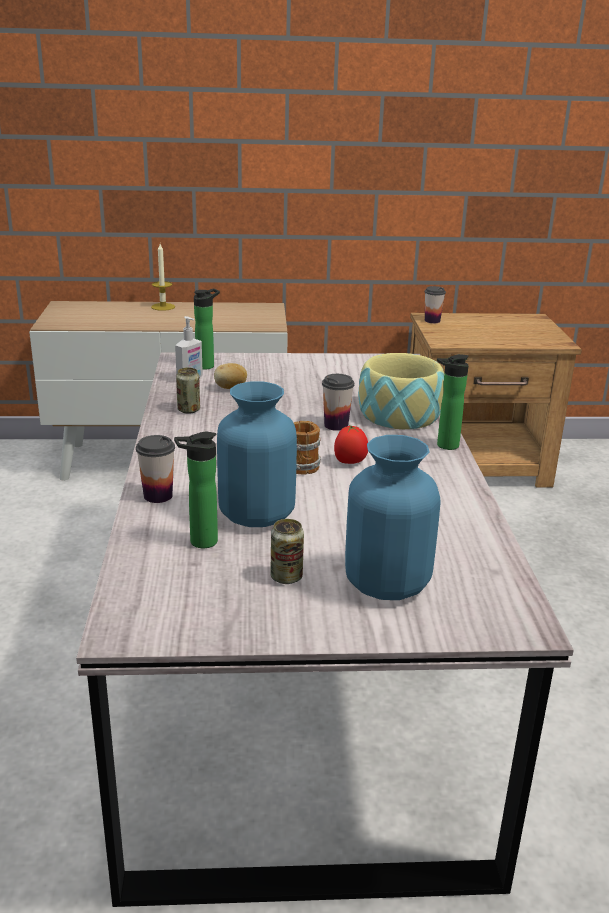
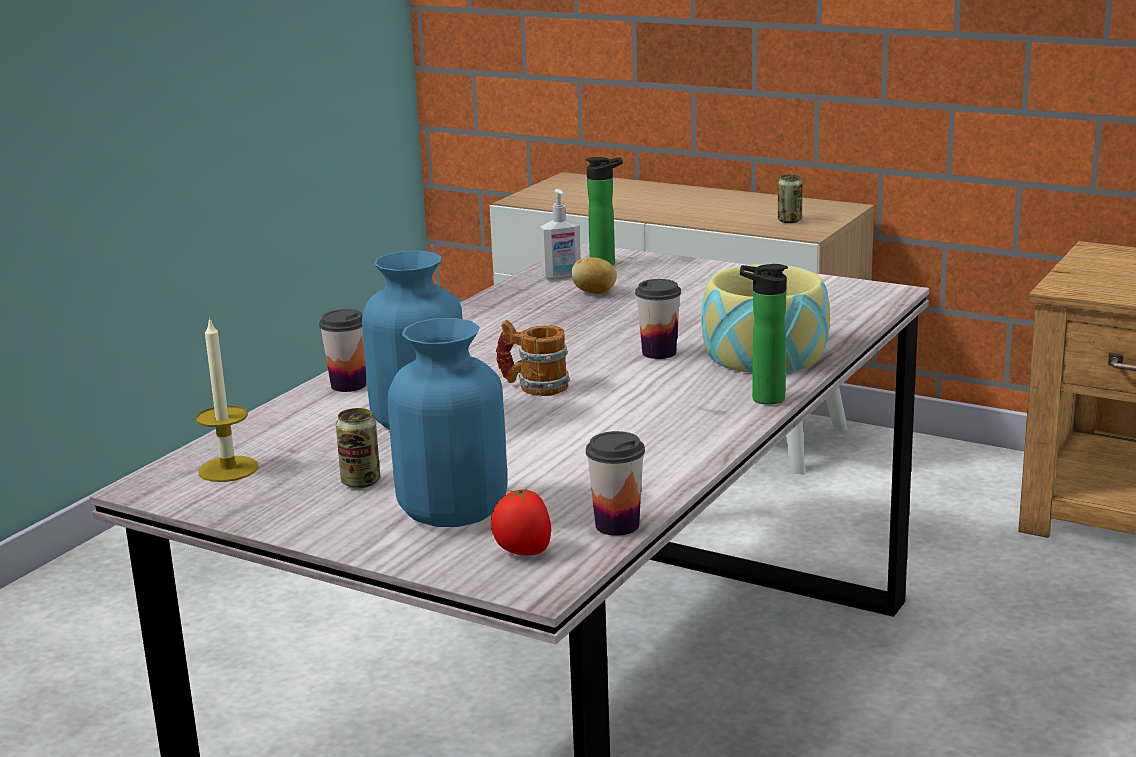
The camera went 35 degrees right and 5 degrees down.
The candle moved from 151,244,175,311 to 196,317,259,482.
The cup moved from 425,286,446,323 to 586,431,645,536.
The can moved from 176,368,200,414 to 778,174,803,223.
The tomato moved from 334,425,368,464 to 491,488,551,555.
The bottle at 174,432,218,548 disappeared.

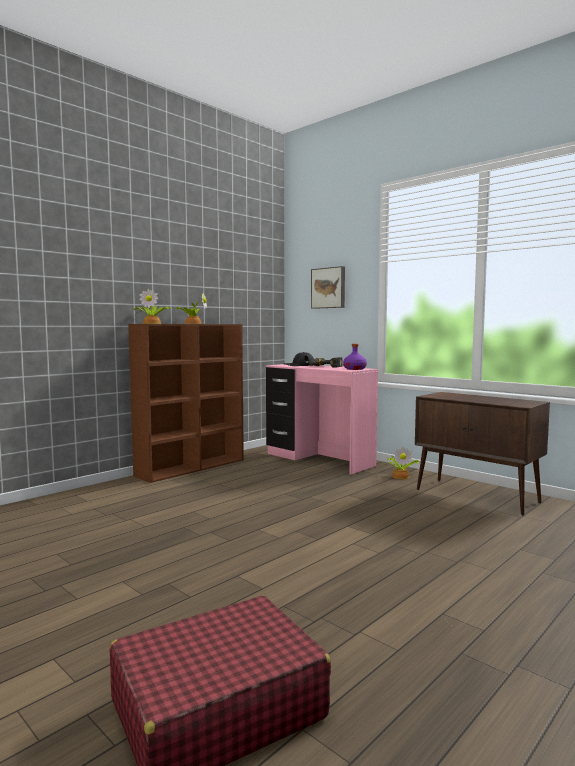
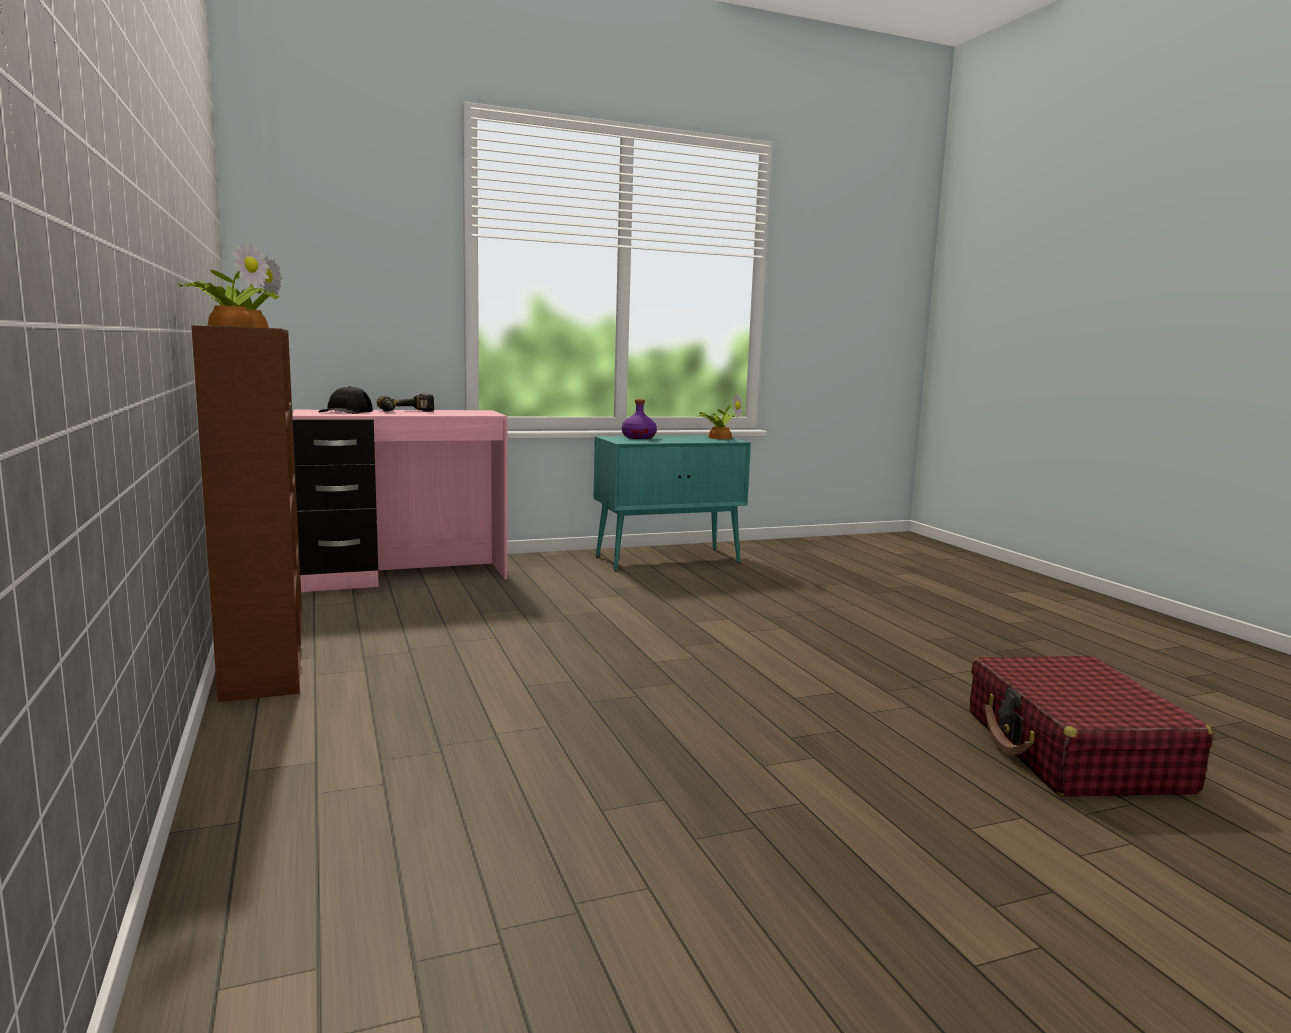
The camera went 65 degrees left and 5 degrees up.
The picture at 311,266,345,309 disappeared.
The bottle (purple) moved from 343,344,367,370 to 622,399,657,439.
The cabinet (brown) at 415,392,550,515 became the cabinet (turquoise) at 594,435,751,571.
The potted plant moved from 385,447,420,479 to 696,392,743,439.

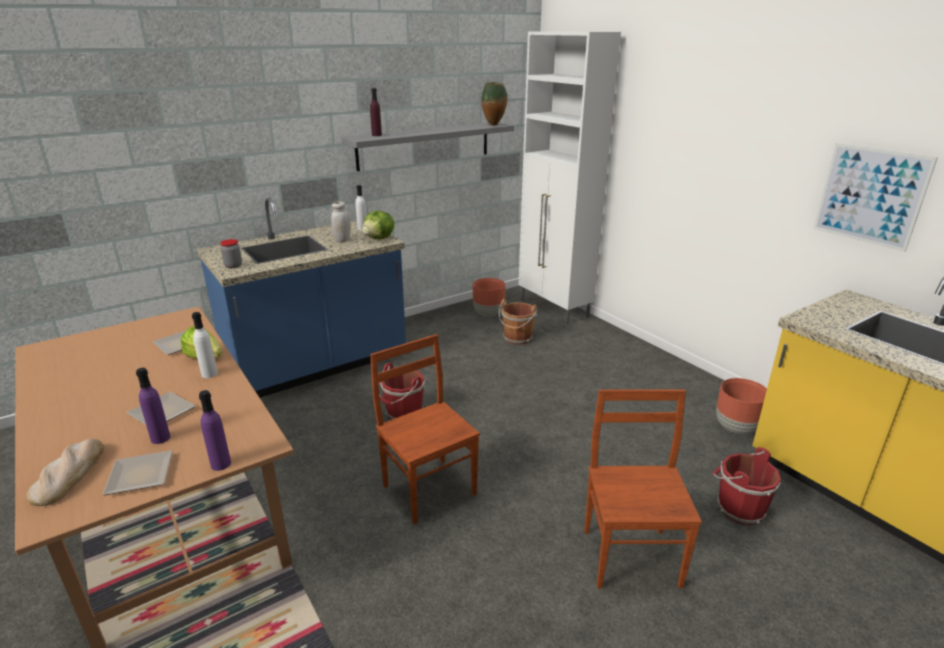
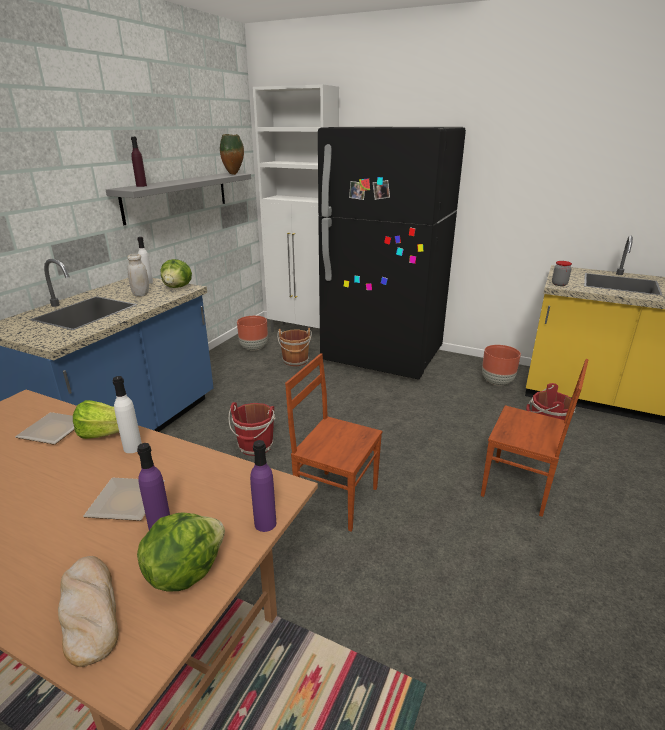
The camera went 30 degrees left and 0 degrees up.
The picture at 813,143,938,252 disappeared.
The jar moved from 220,239,242,268 to 552,261,572,286.
The chair (brown) at 584,389,702,589 turned 150 degrees clockwise.
The plate at 103,450,173,495 was replaced by the lettuce at 137,512,225,592.
The fridge (black) at 318,127,466,380 appeared.

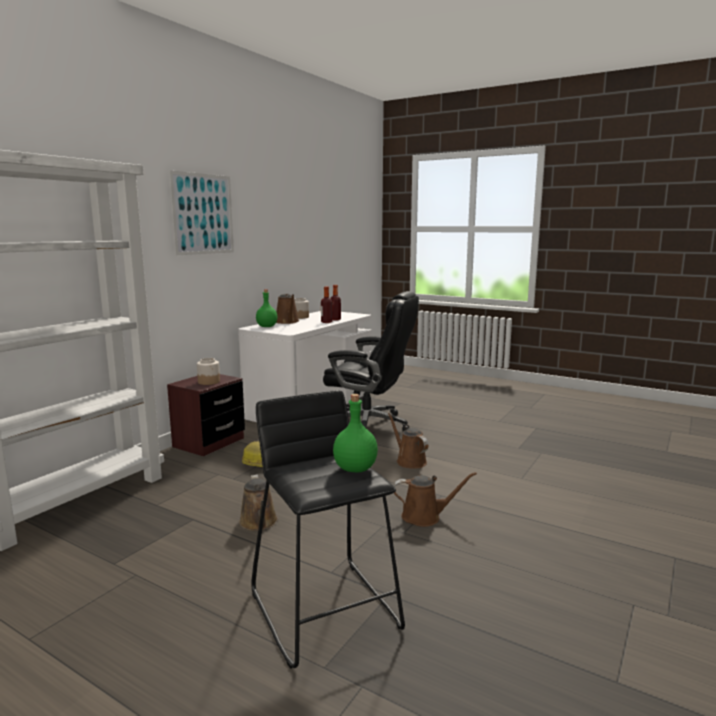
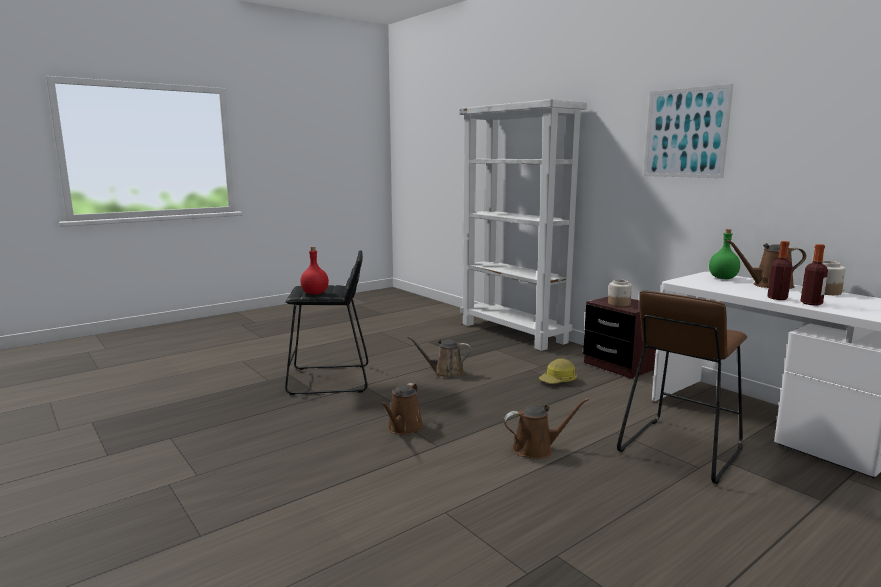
The camera went 110 degrees right and 0 degrees up.
The office chair (black) at 323,291,419,432 was replaced by the stool (brown) at 617,291,747,484.
The bottle (green) at 333,394,378,473 became the bottle (red) at 300,247,329,295.

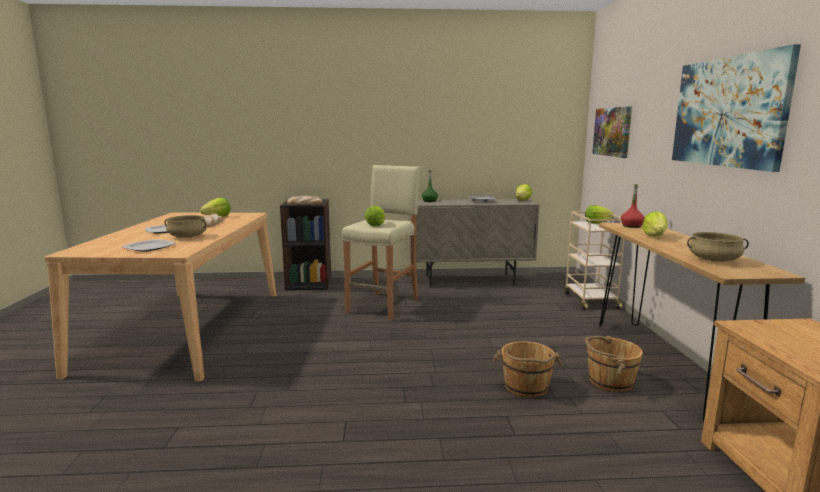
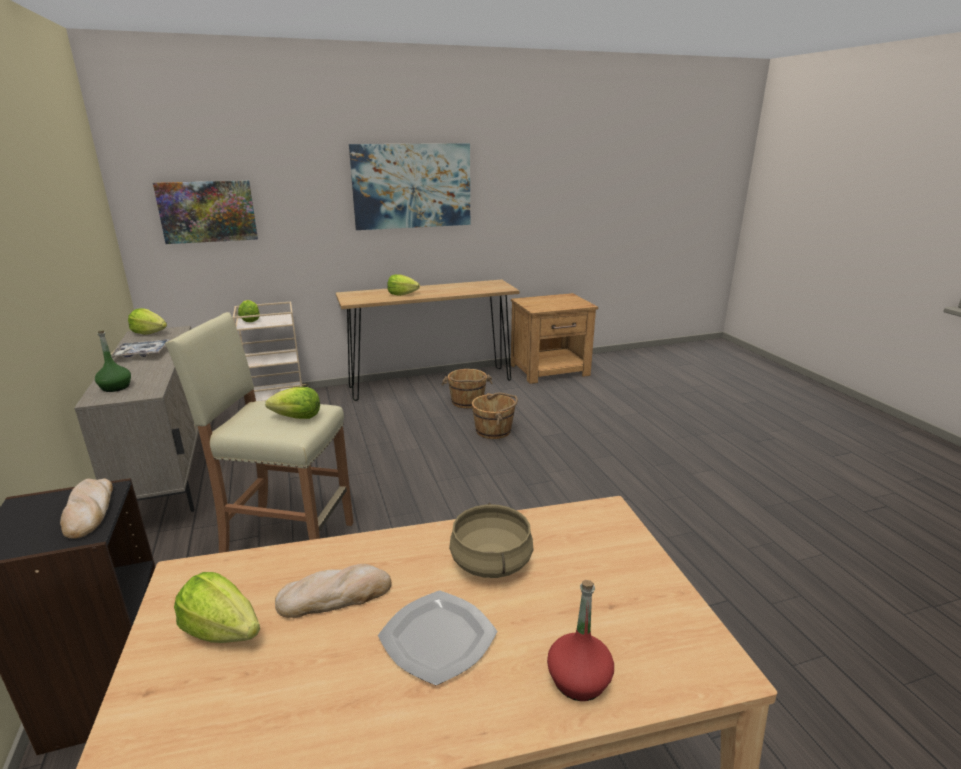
The camera went 105 degrees left and 10 degrees up.
The bottle (red) moved from 621,184,645,228 to 547,580,614,701.
The cooking pot (beige) at 687,232,749,262 disappeared.
The plate at 122,239,176,252 disappeared.

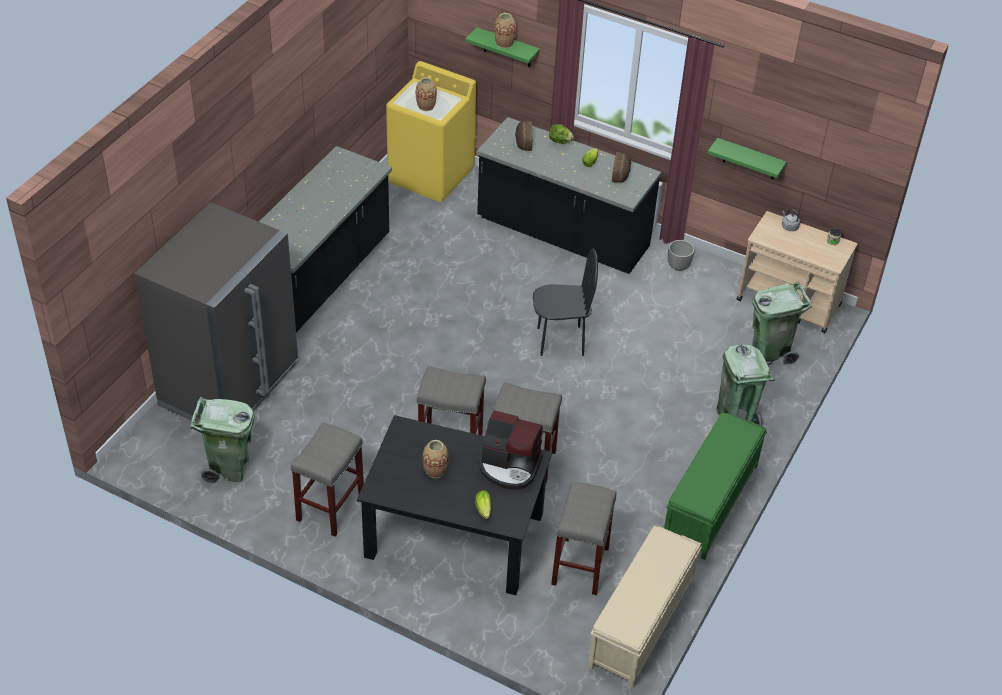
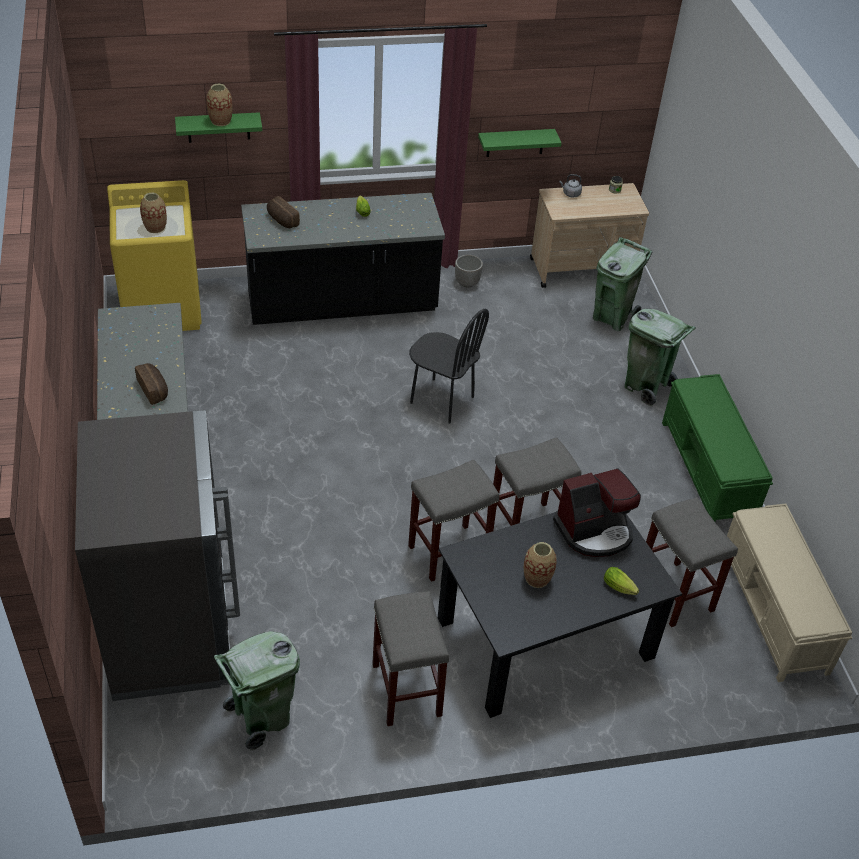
The camera went 40 degrees left and 0 degrees up.
The lettuce at 549,124,574,144 disappeared.
The bread moved from 612,152,631,183 to 135,363,168,405.
The chair (black) at 533,249,598,356 turned 75 degrees clockwise.

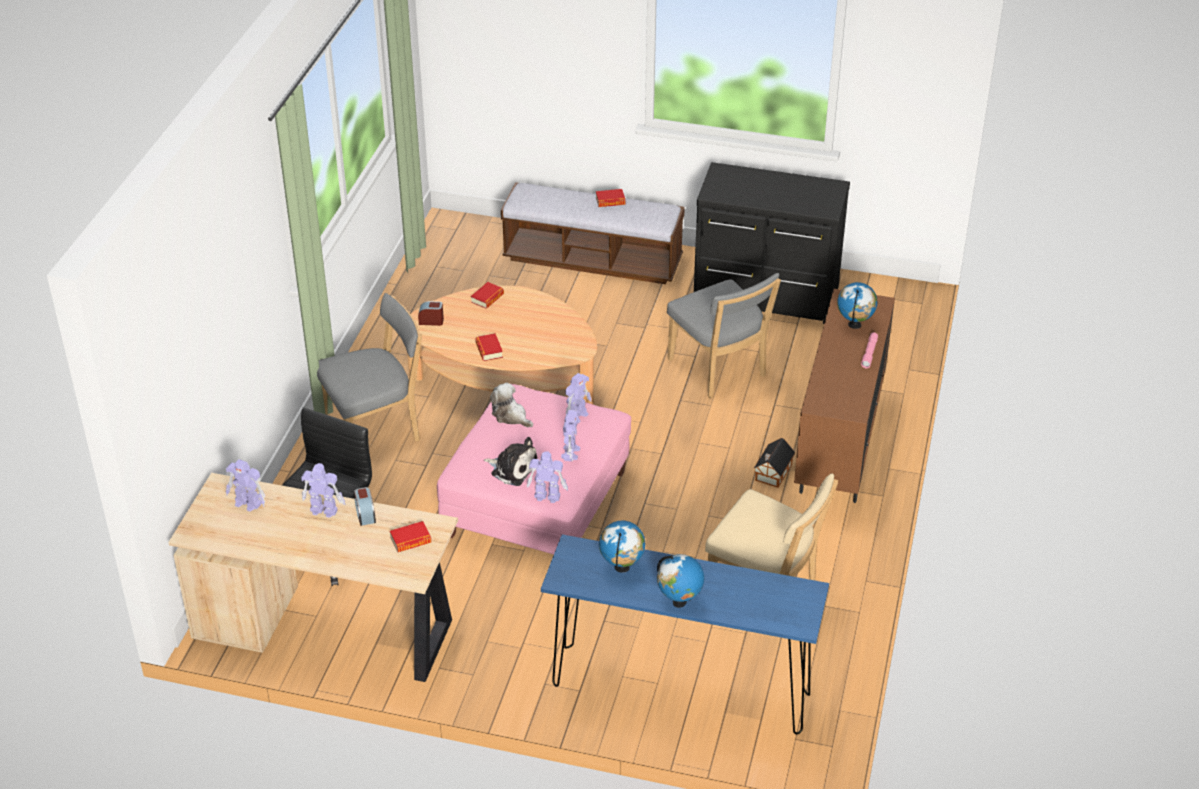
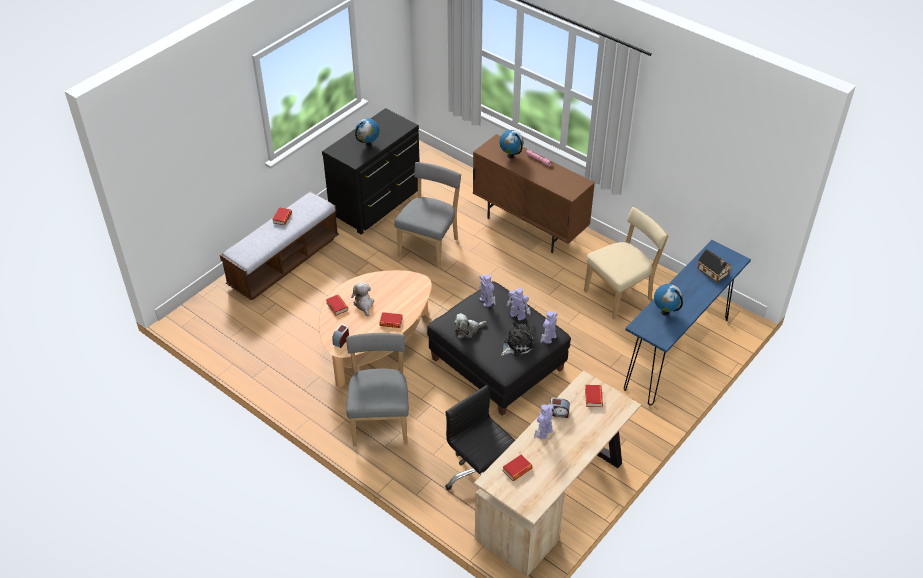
The camera went 65 degrees left and 5 degrees up.
The chair (grey) at 667,273,781,398 turned 60 degrees counterclockwise.
The ottoman (pink) at 437,383,631,555 became the ottoman (black) at 427,281,571,416.
The toy house moved from 754,438,795,488 to 698,249,733,282.
The toy robot at 226,459,265,512 was replaced by the book at 503,454,533,481.
The globe moved from 657,554,704,608 to 355,118,380,147.
The plush toy at 351,283,374,316 appeared.

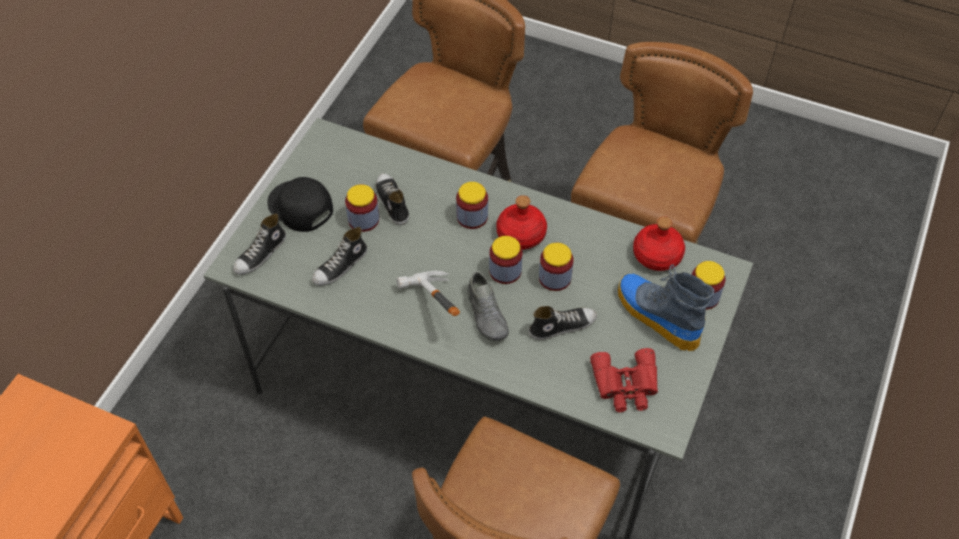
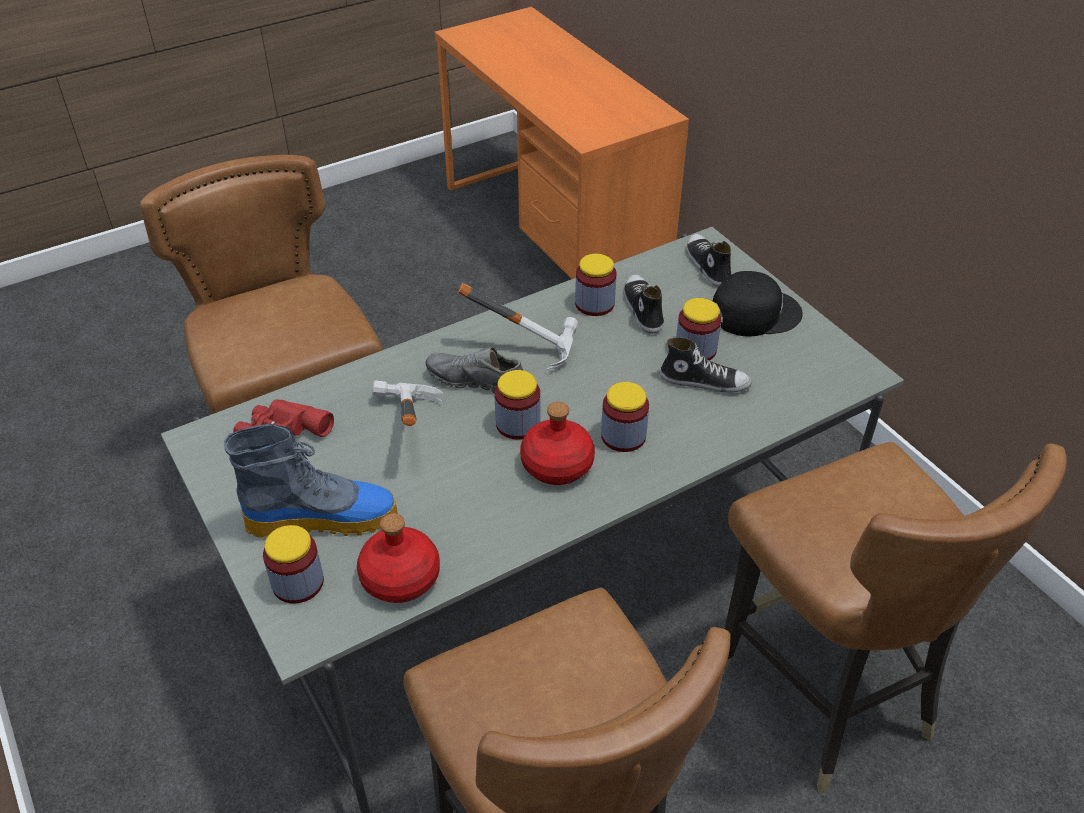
The camera went 125 degrees right and 10 degrees down.
The jar moved from 539,243,573,291 to 575,254,616,316.
The shoe at 529,306,597,340 was replaced by the hammer at 372,380,443,426.

